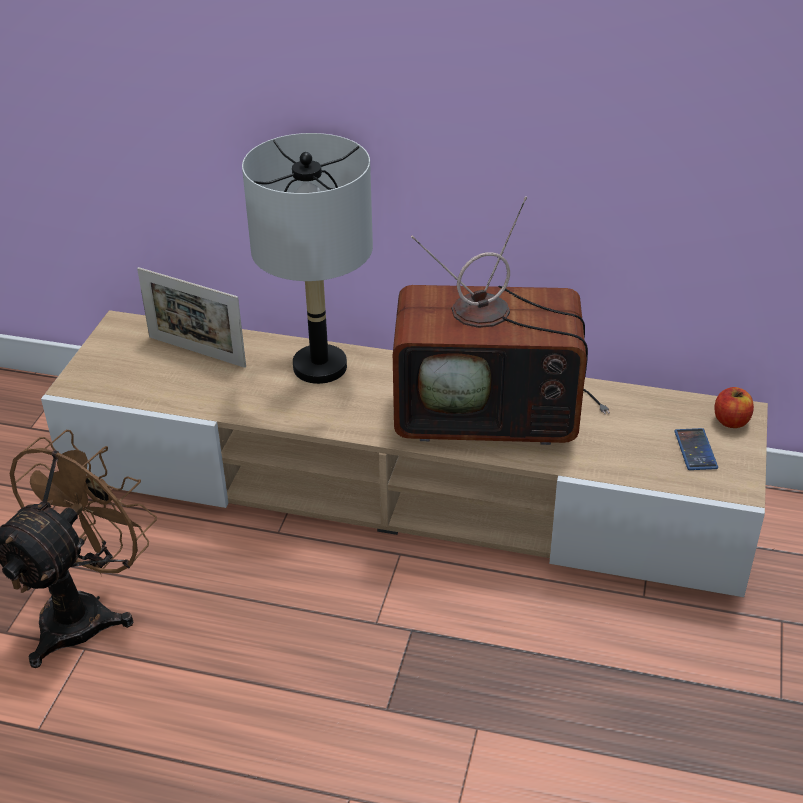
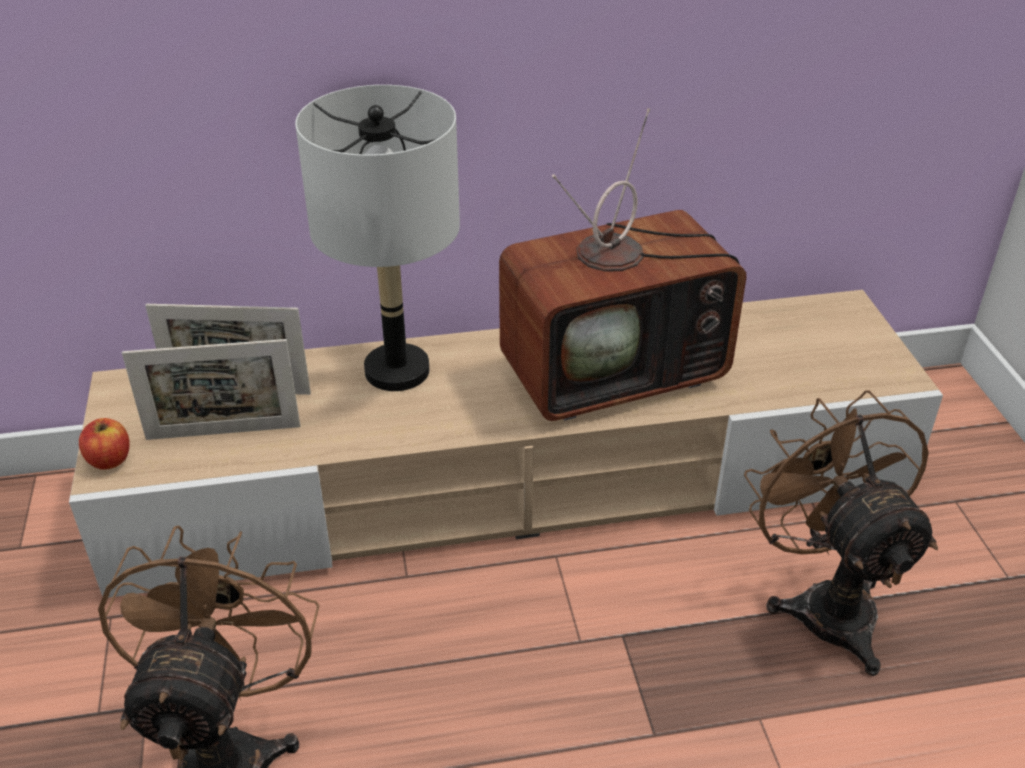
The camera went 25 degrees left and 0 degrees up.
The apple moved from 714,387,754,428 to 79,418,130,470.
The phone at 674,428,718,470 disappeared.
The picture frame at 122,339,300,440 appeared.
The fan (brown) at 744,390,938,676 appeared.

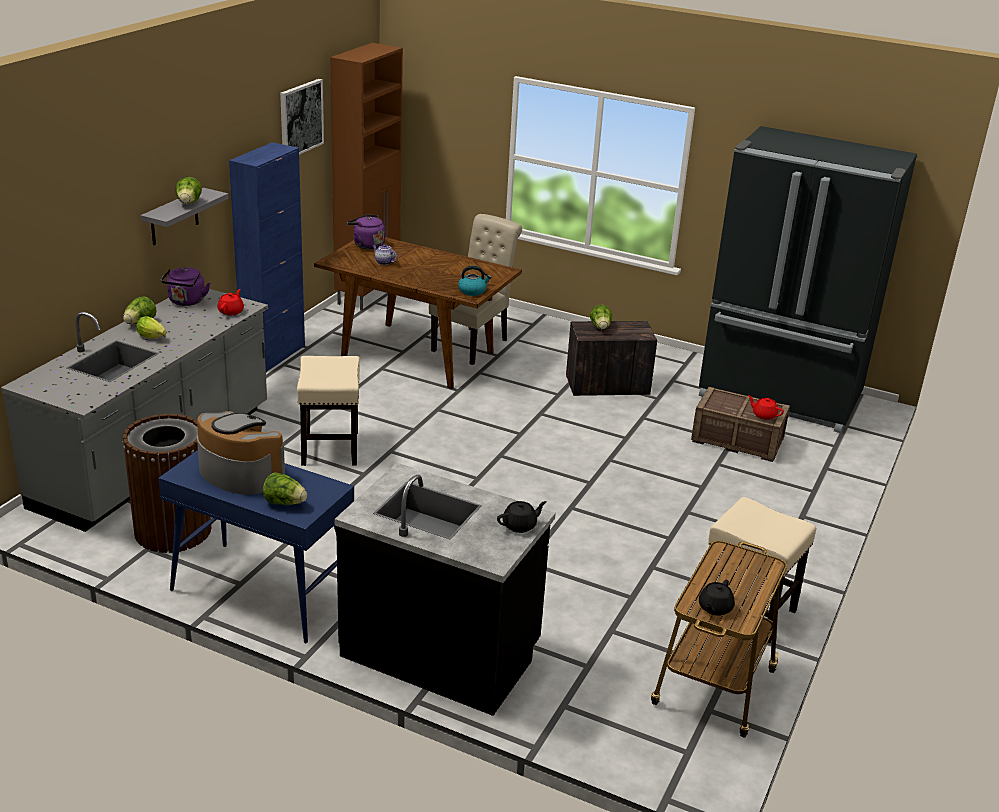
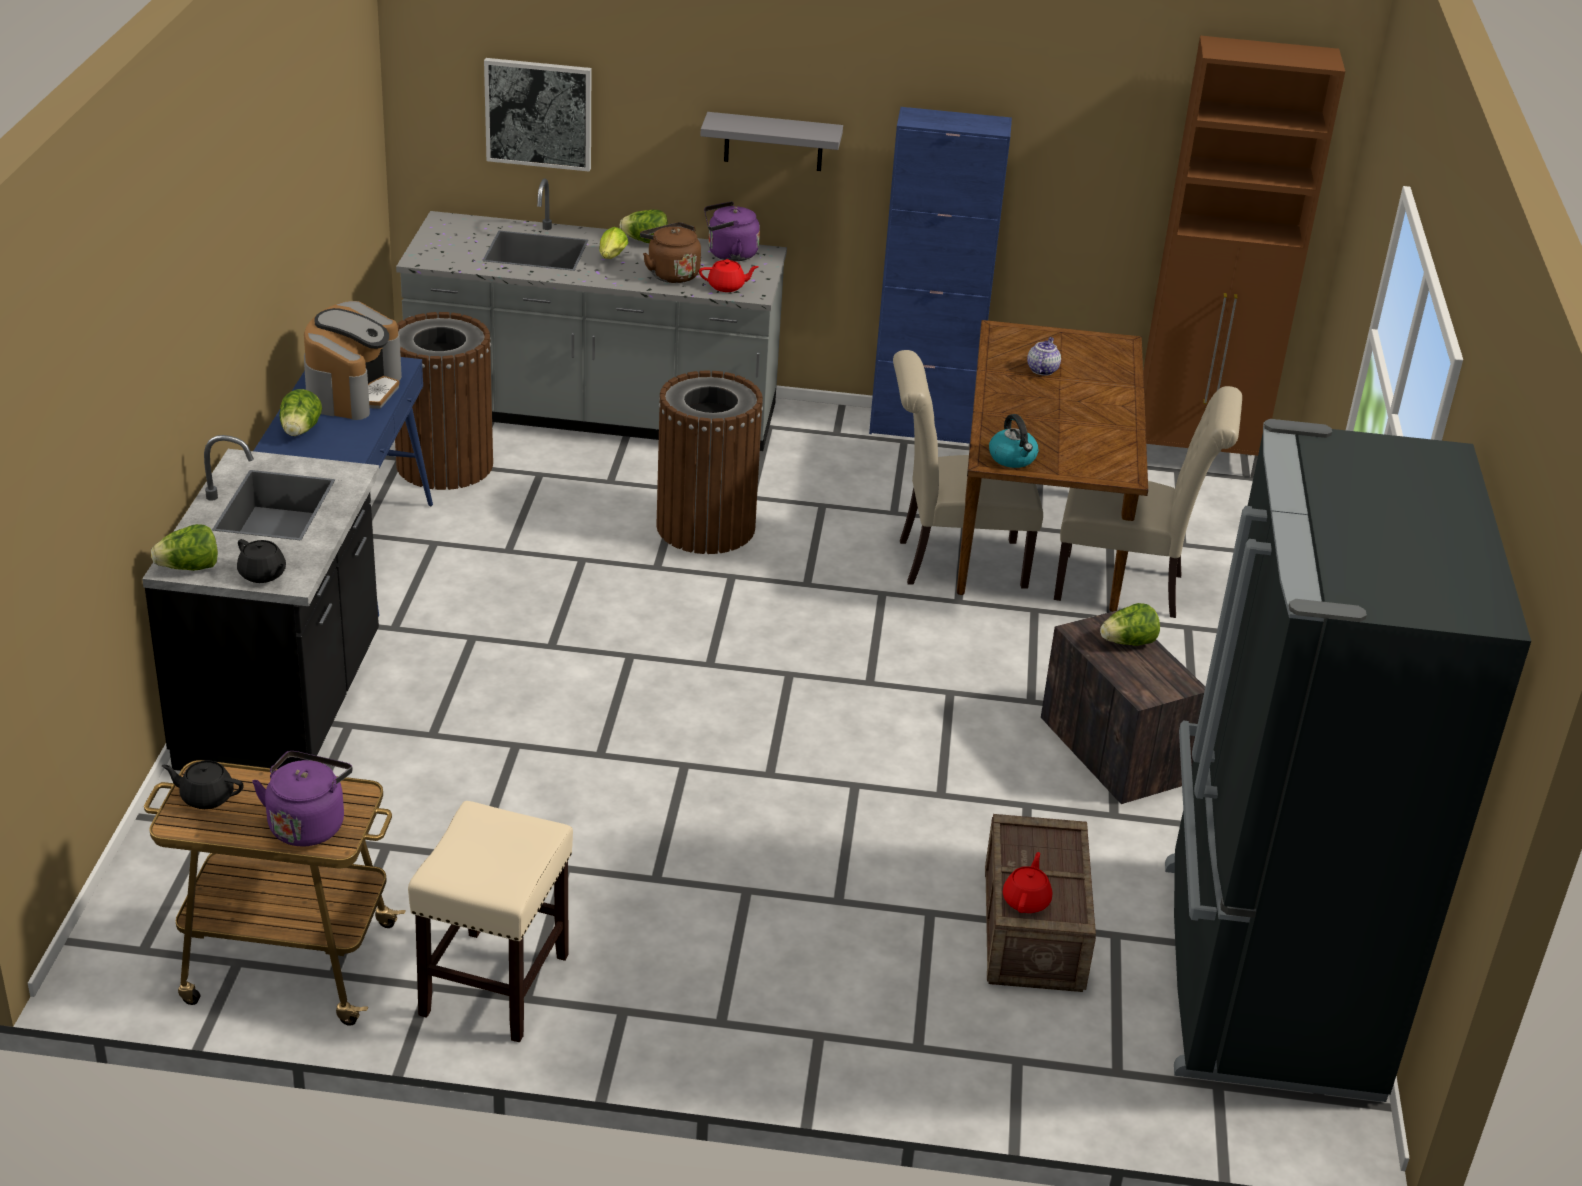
The camera went 70 degrees right and 5 degrees up.
The picture moved from 280,79,324,155 to 484,58,591,172.
The lettuce moved from 176,177,202,204 to 151,524,218,571.
The kettle (purple) moved from 347,215,385,249 to 252,751,353,847.
The stool (beige) at 297,356,360,466 was replaced by the trash can (brown) at 656,370,763,554.
The kettle (brown) at 640,222,701,283 appeared.
The chair (beige) at 893,350,1043,589 appeared.

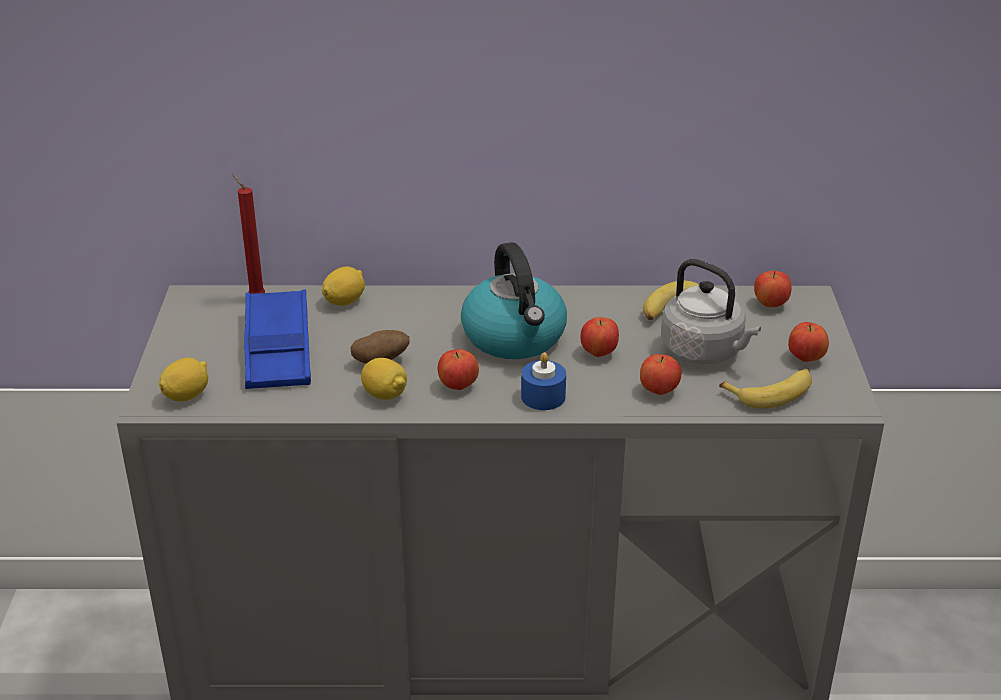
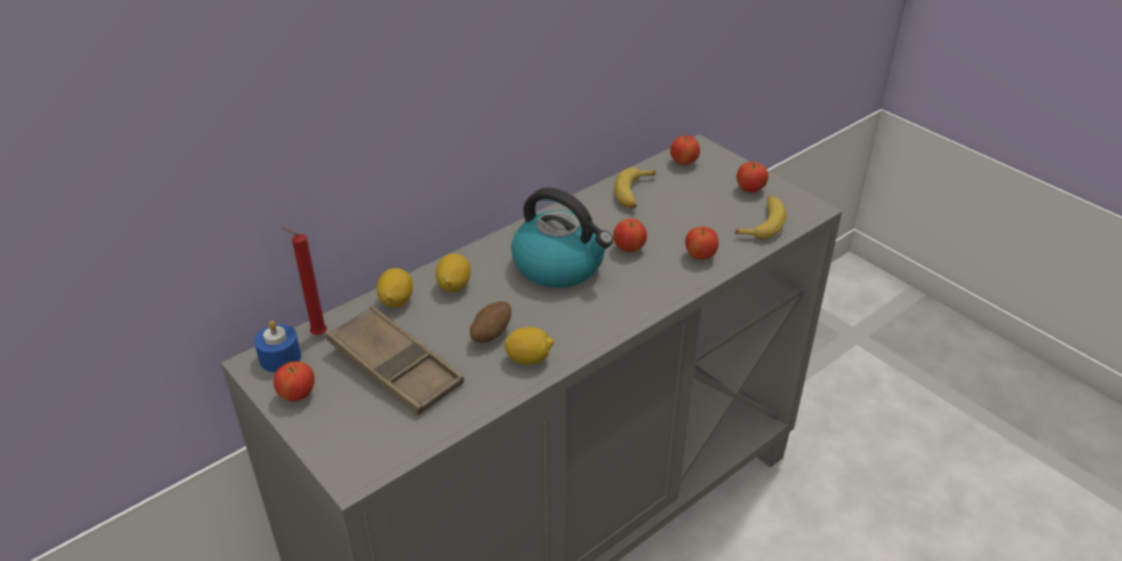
The camera went 40 degrees left and 5 degrees up.
The kettle (grey) at 661,259,761,364 disappeared.
The tray (blue) at 244,289,311,389 became the tray (brown) at 326,306,464,416.
The apple moved from 438,349,479,390 to 273,361,315,401.
The candle (blue) moved from 521,352,566,410 to 254,321,301,372.
The lemon moved from 159,358,208,401 to 436,253,471,292.

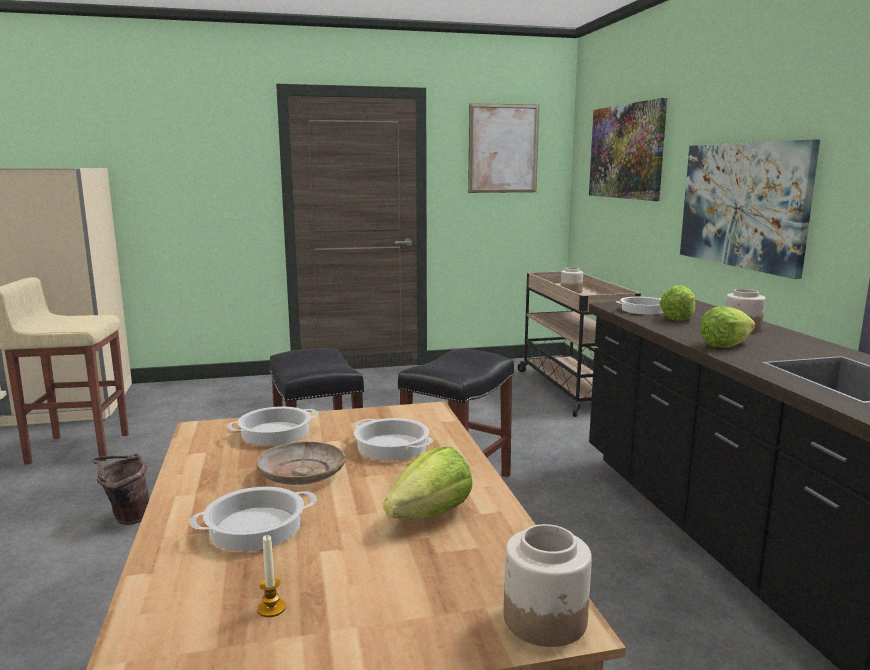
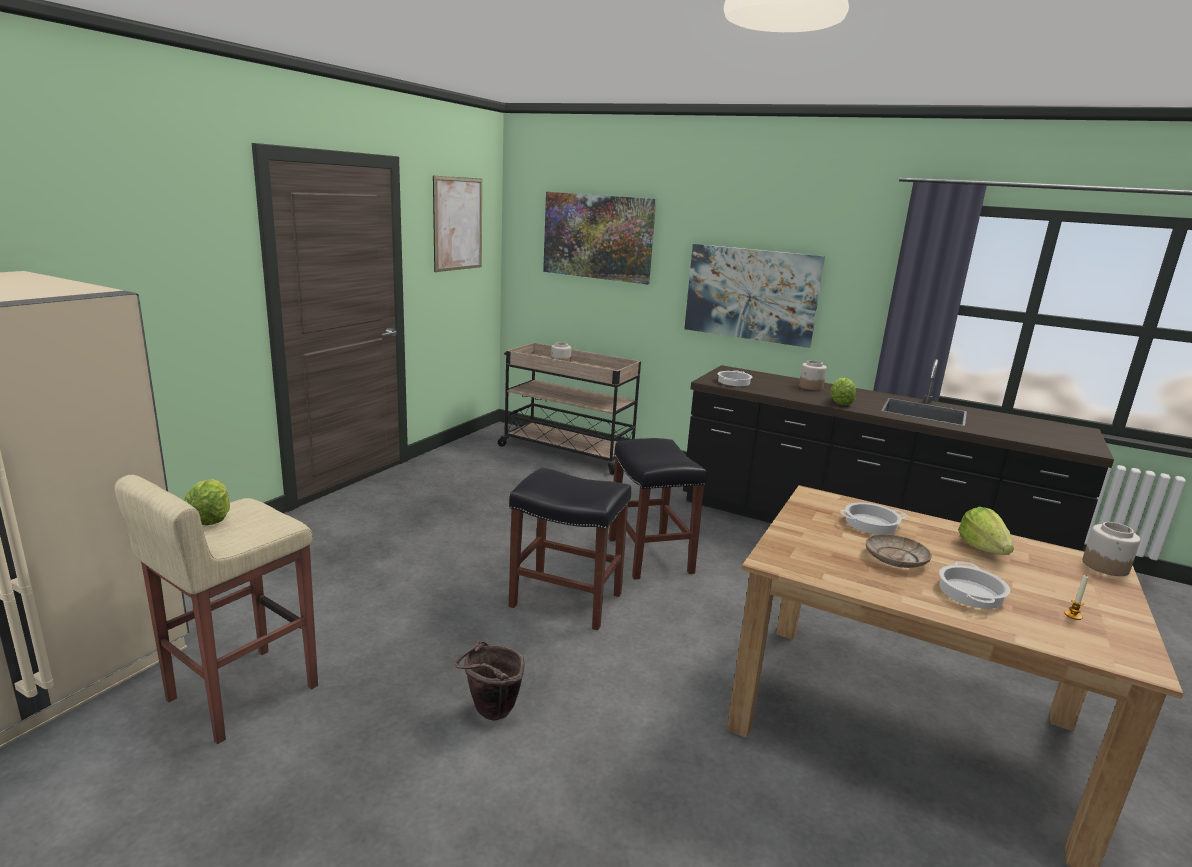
The camera went 50 degrees left and 5 degrees up.
The lettuce moved from 660,285,695,321 to 184,479,230,526.
The cooking pot at 227,407,319,446 disappeared.

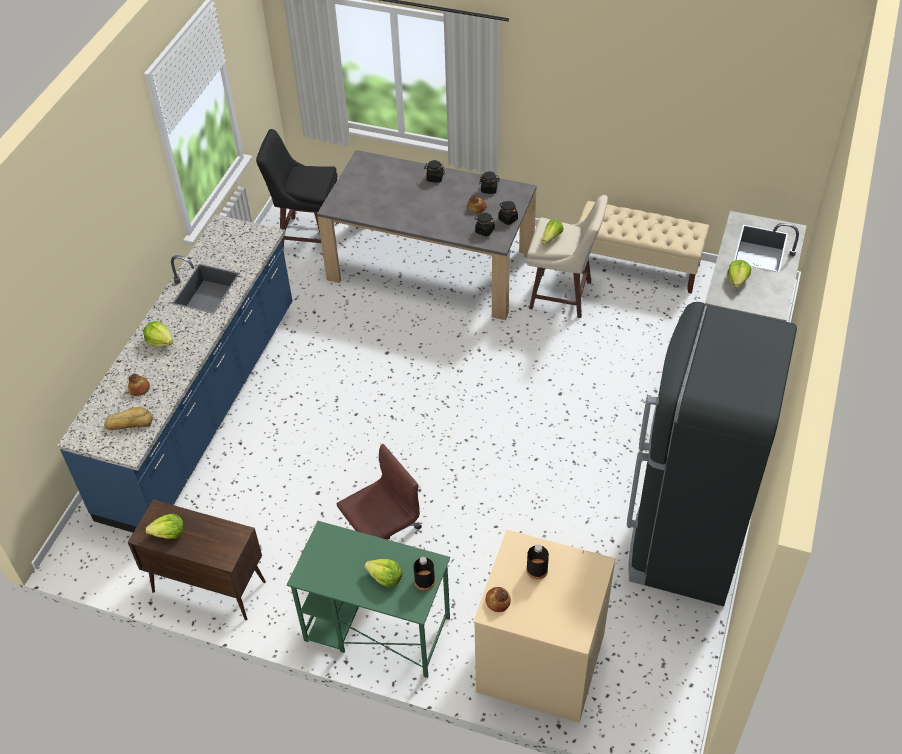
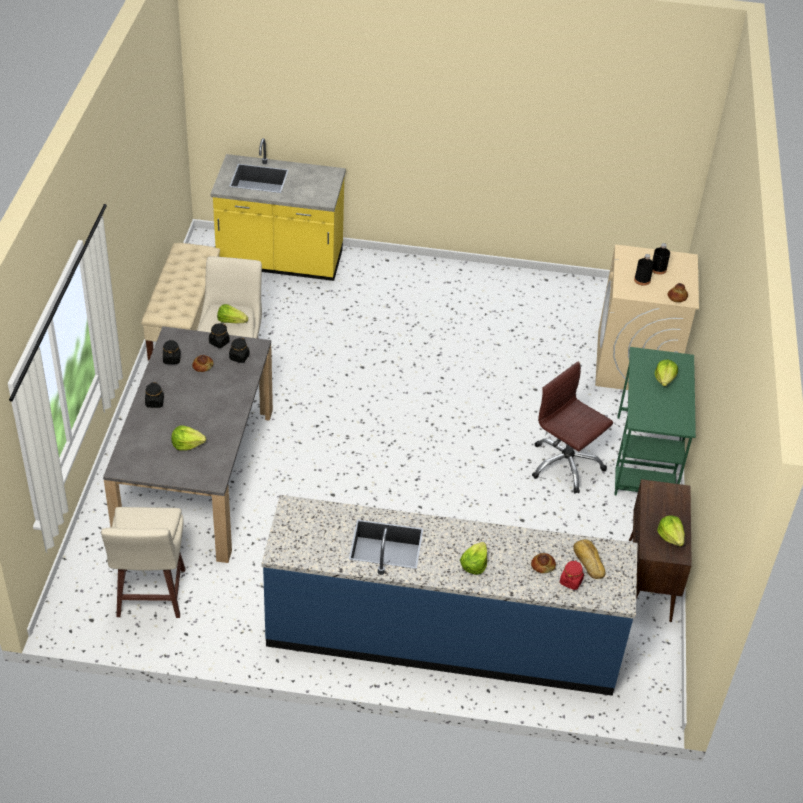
The camera went 105 degrees left and 5 degrees down.
The stool (black) at 256,129,339,249 became the stool (beige) at 101,507,185,618.
The lettuce moved from 727,260,751,288 to 171,425,206,451.
The fridge (black) at 627,302,797,606 disappeared.
The bottle (black) moved from 413,557,435,591 to 652,243,670,275.
The jar (red) at 560,561,584,590 appeared.

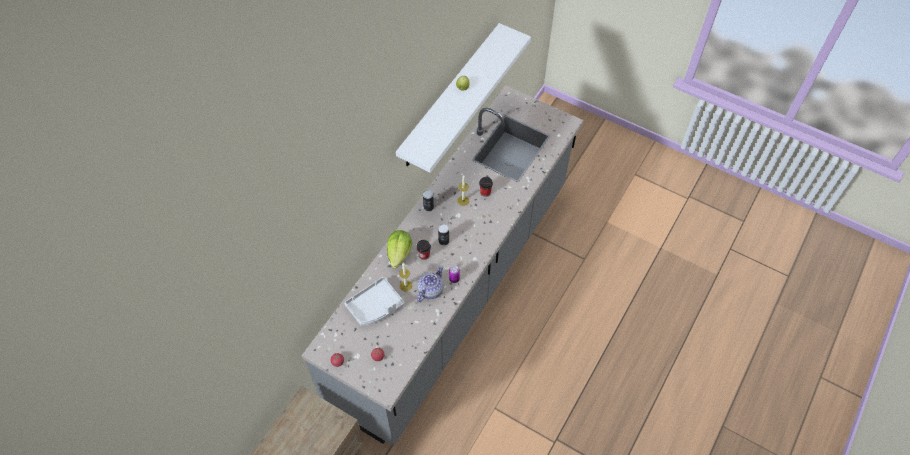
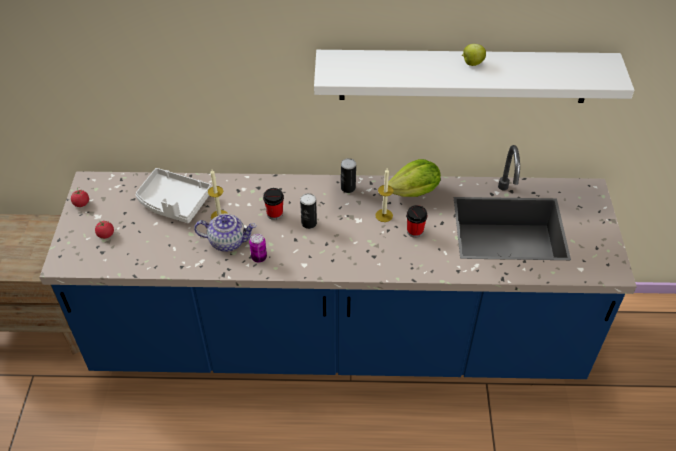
The camera went 60 degrees right and 10 degrees down.
The counter (grey) at 301,85,583,446 became the counter (blue) at 39,145,637,379.
The lettuce moved from 387,230,412,269 to 388,159,441,197.

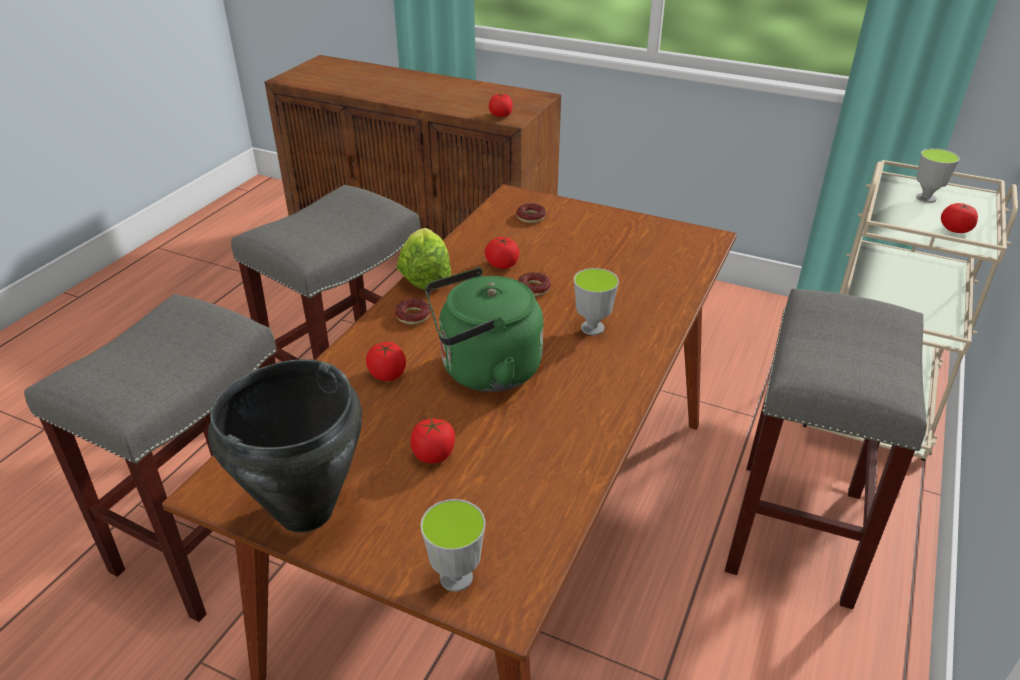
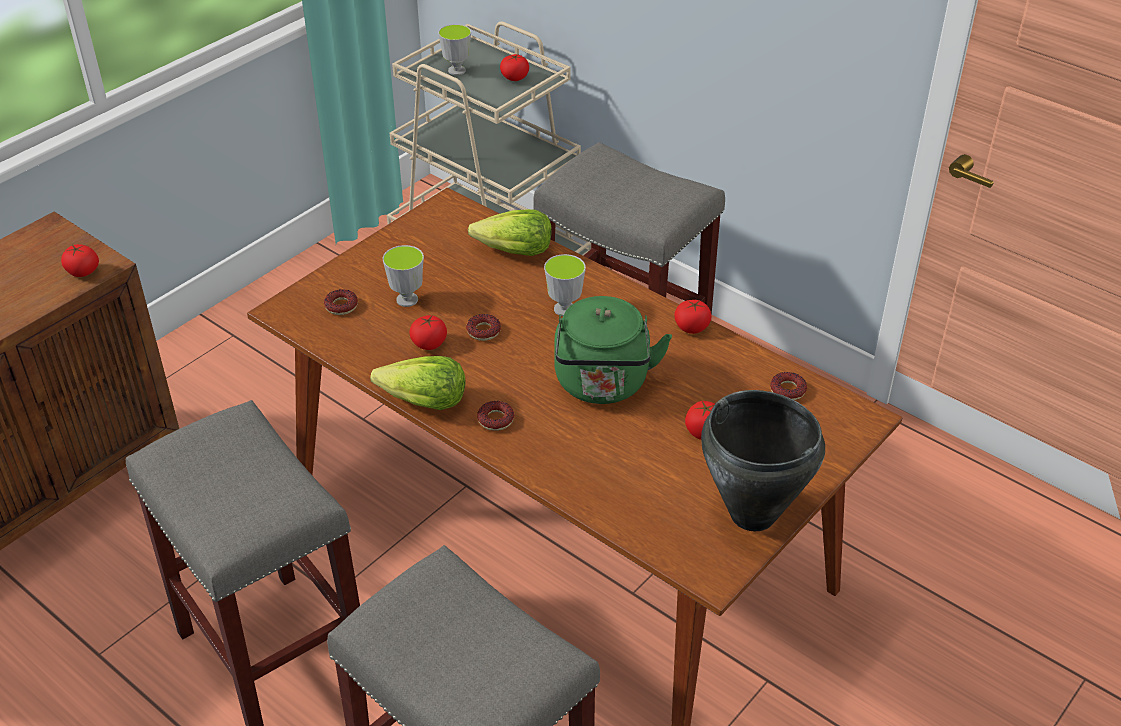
The camera went 75 degrees left and 5 degrees up.
The tomato moved from 366,342,406,381 to 675,300,712,334.
The cup moved from 420,499,486,592 to 382,245,424,307.
The lettuce at 468,209,552,256 appeared.
The donut at 770,372,807,400 appeared.

